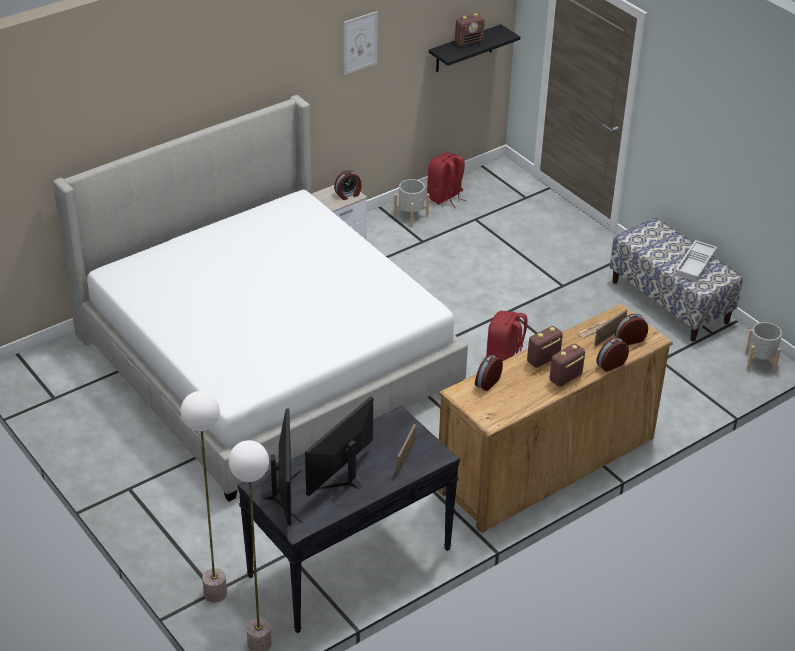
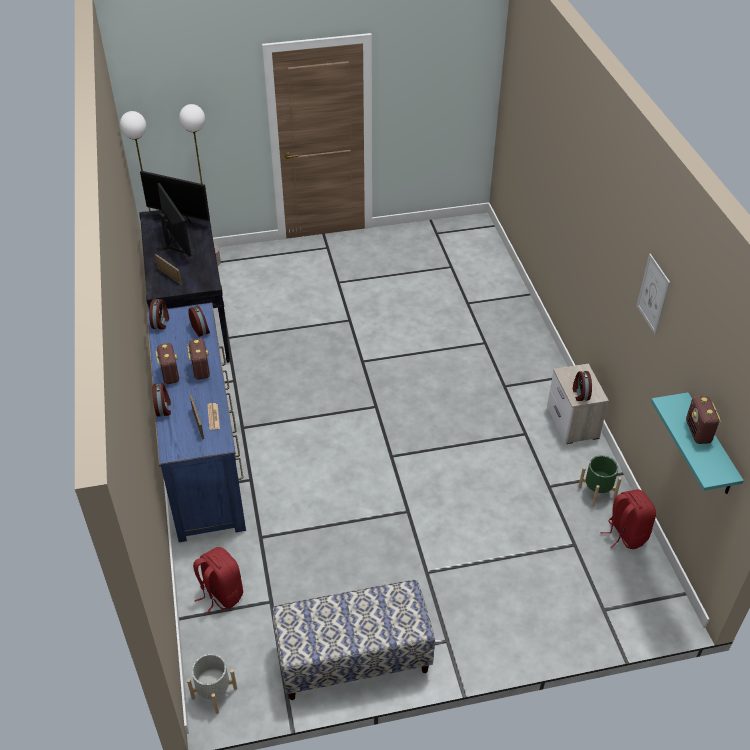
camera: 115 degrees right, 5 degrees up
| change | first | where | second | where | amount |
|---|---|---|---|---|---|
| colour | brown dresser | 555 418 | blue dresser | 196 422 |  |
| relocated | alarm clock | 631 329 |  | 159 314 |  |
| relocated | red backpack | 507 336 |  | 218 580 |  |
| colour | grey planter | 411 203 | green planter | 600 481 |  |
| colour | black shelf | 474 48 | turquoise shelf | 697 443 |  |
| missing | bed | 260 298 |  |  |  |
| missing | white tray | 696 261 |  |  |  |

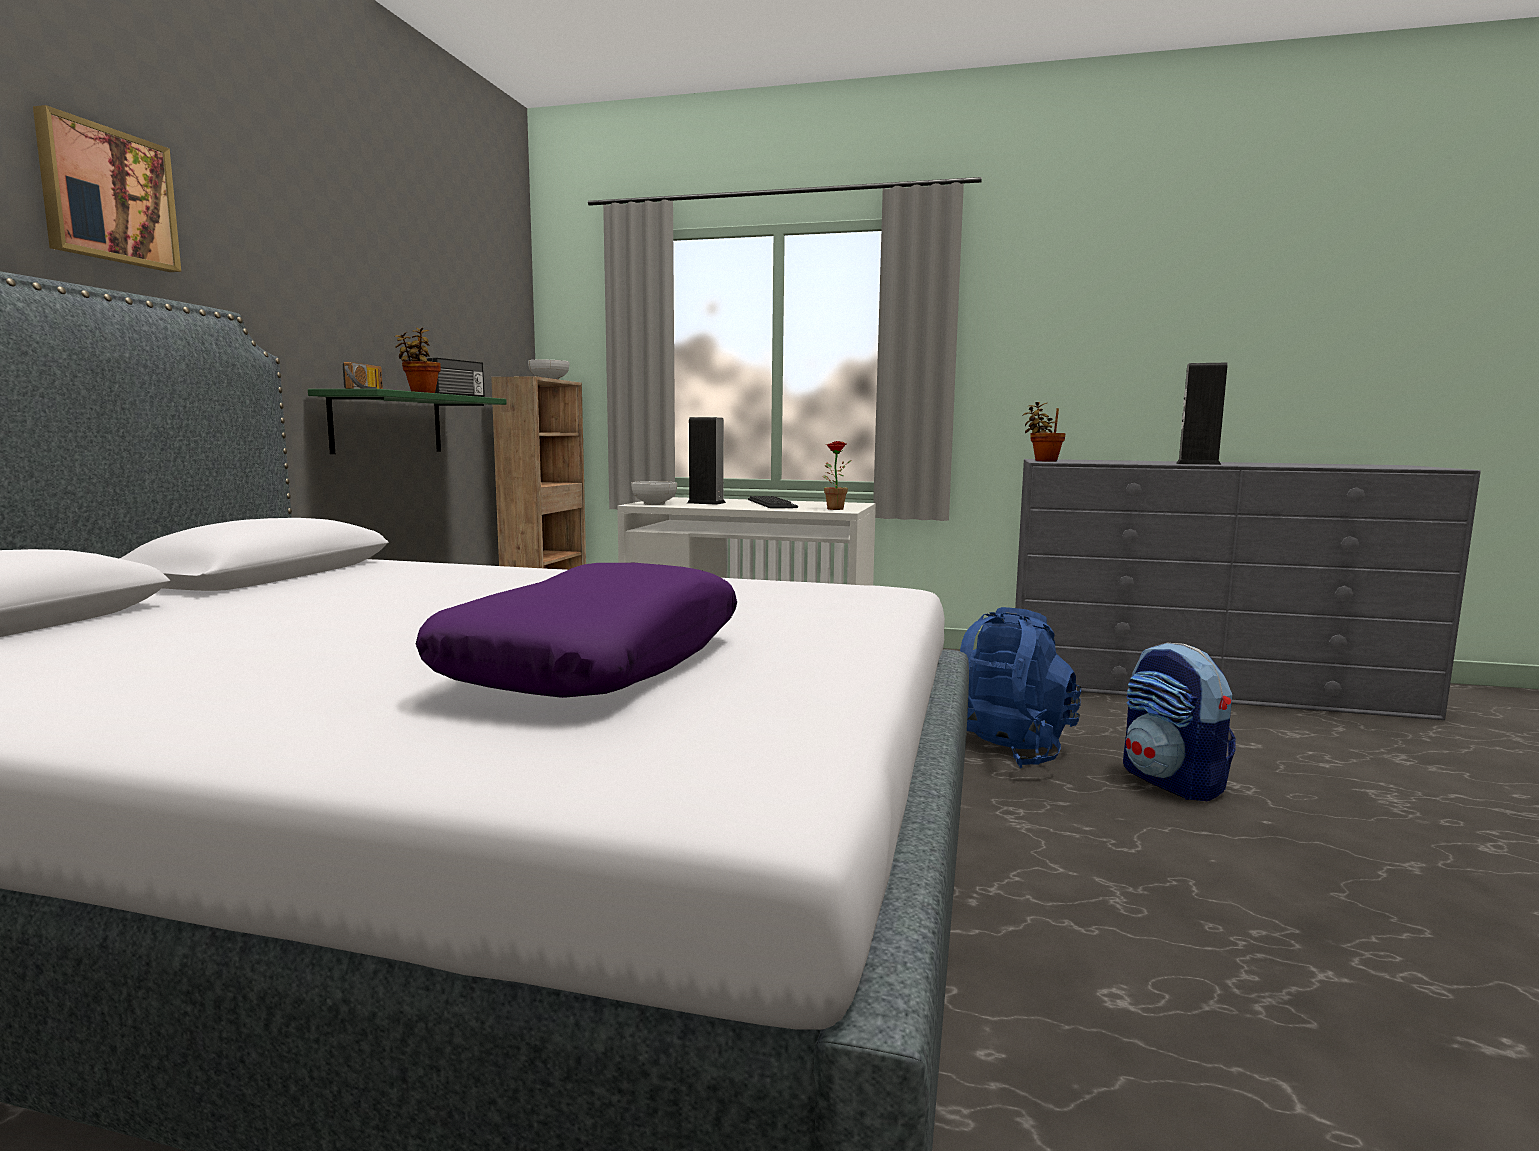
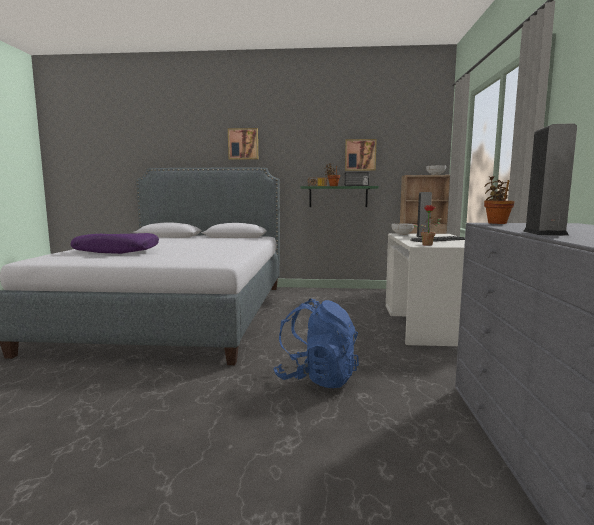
camera: 80 degrees right, 0 degrees up
| change | first | where | second | where | amount |
|---|---|---|---|---|---|
| appeared |  |  | picture | 361 155 |  |
| missing | backpack | 1179 722 |  |  |  |

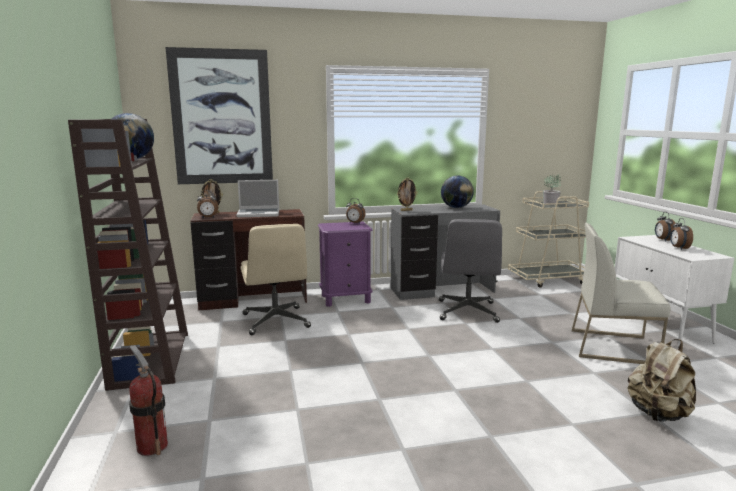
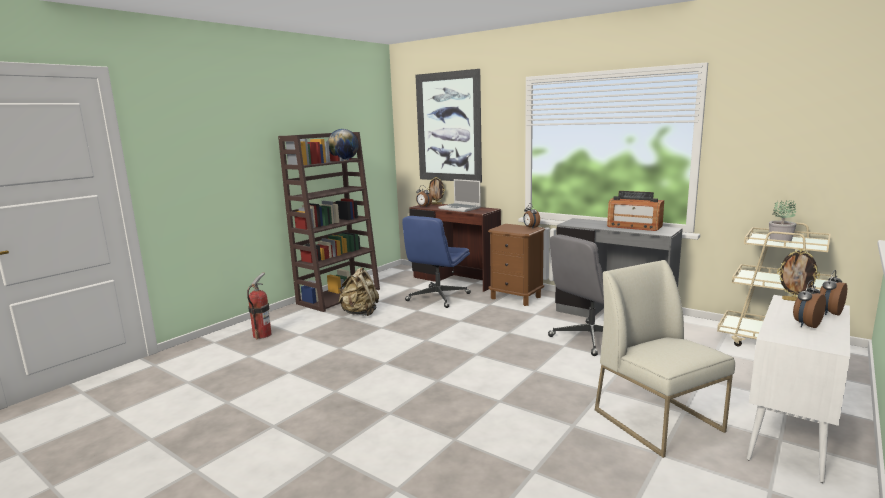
camera: 50 degrees right, 0 degrees up
| change | first | where | second | where | amount |
|---|---|---|---|---|---|
| relocated | beige backpack | 661 380 |  | 358 291 |  |
| colour | beige office chair | 276 279 | blue office chair | 436 262 |  |
| colour | purple nightstand | 345 264 | brown nightstand | 516 265 |  |
| exchanged | globe | 457 192 | radio | 635 211 |  |
| relocated | picture frame | 407 194 |  | 798 275 |  |

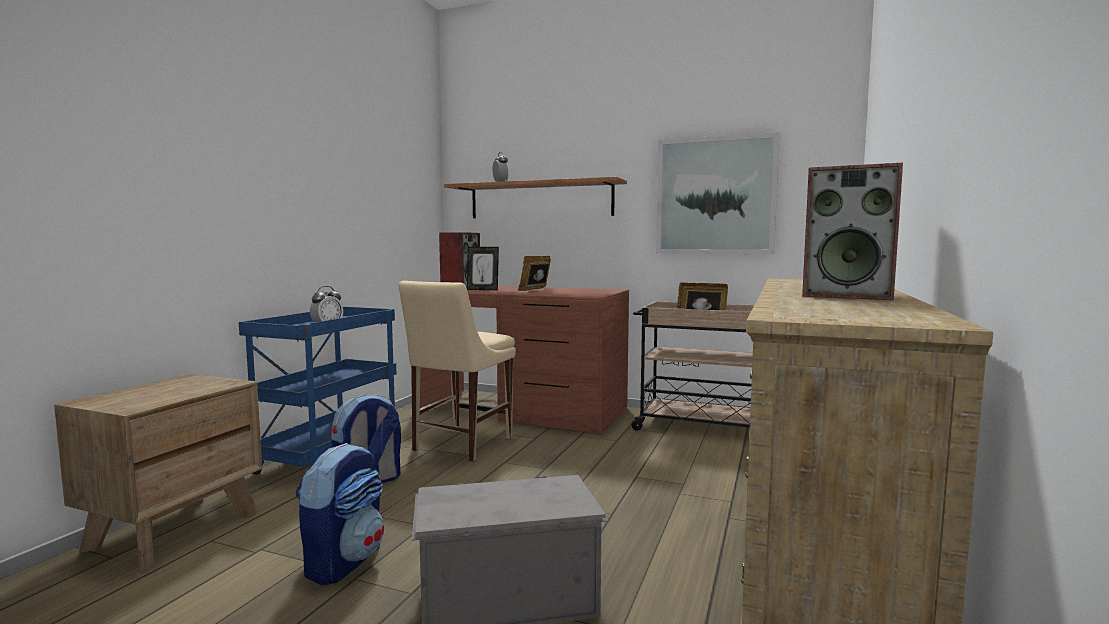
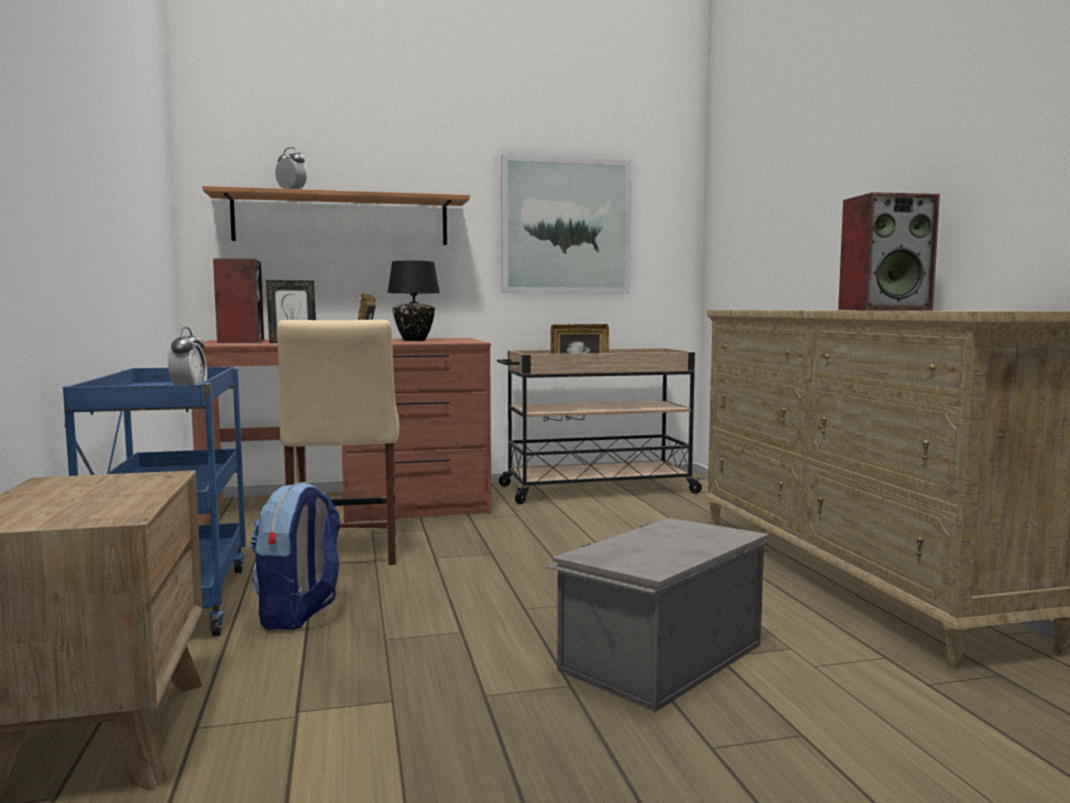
camera: 35 degrees left, 0 degrees up
| change | first | where | second | where | amount |
|---|---|---|---|---|---|
| appeared |  |  | black table lamp | 413 301 |  |
| missing | backpack | 340 514 |  |  |  |

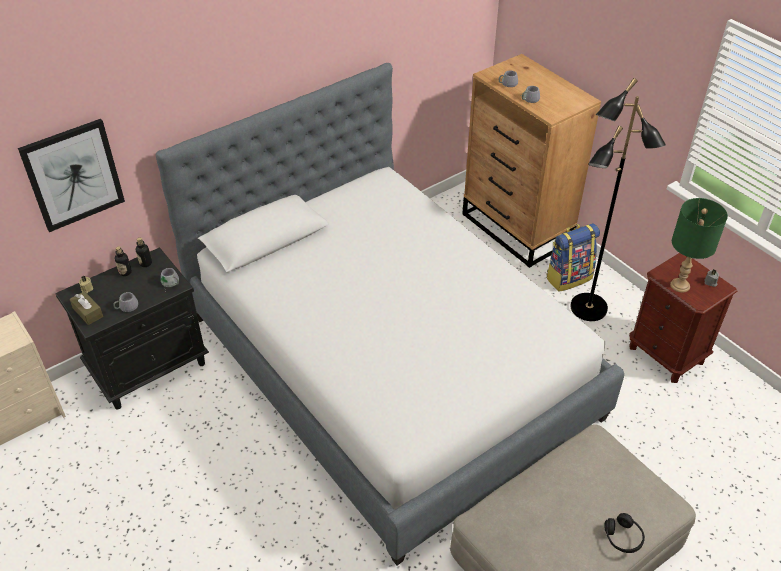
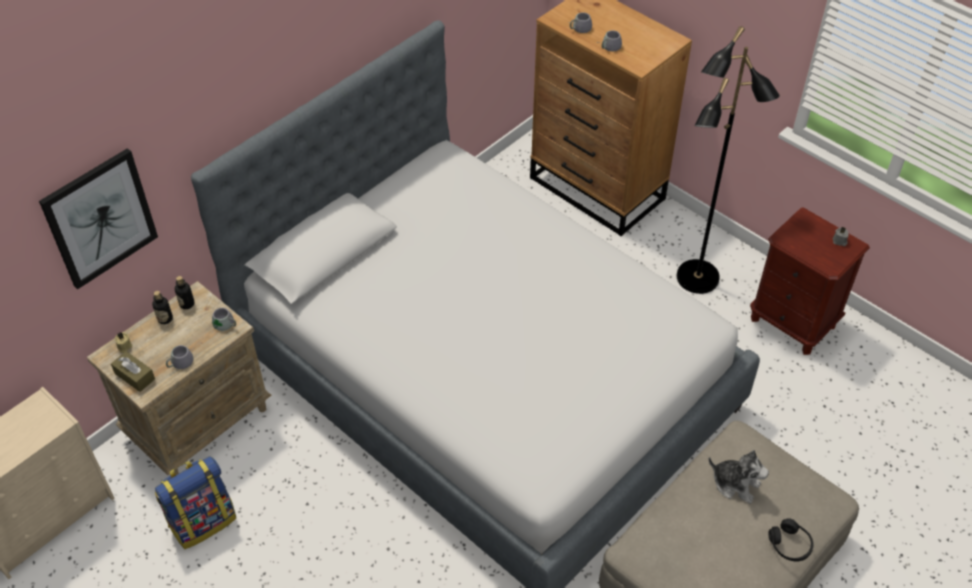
camera: 10 degrees left, 5 degrees up
| change | first | where | second | where | amount |
|---|---|---|---|---|---|
| colour | black nightstand | 132 329 | beige nightstand | 179 378 |  |
| relocated | backpack | 573 257 |  | 195 502 |  |
| appeared |  |  | plush toy | 739 477 |  |
| missing | green table lamp | 699 245 |  |  |  |

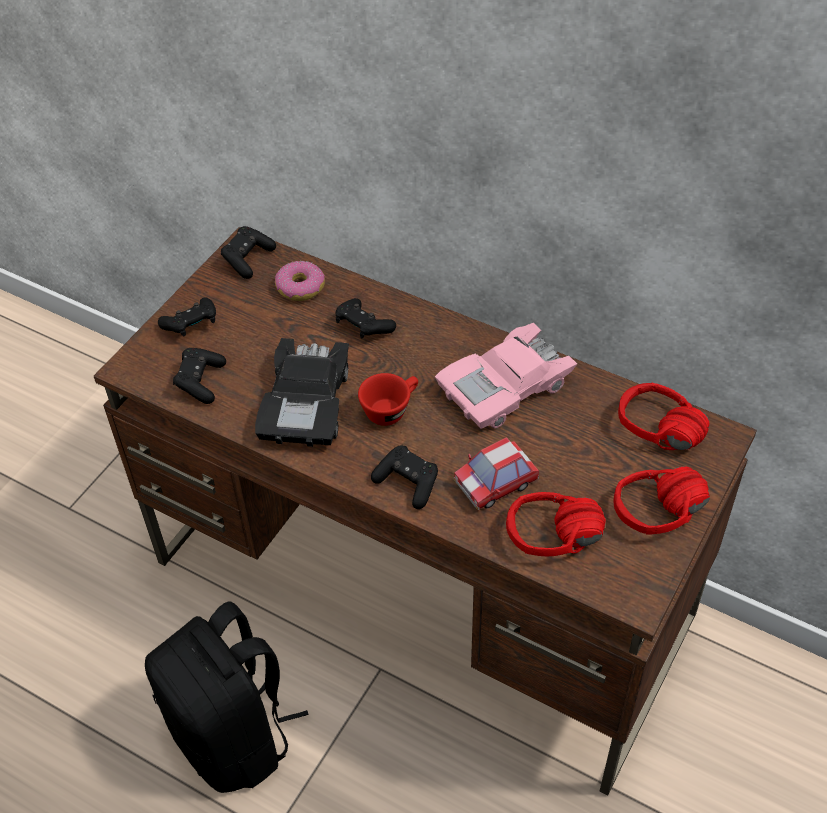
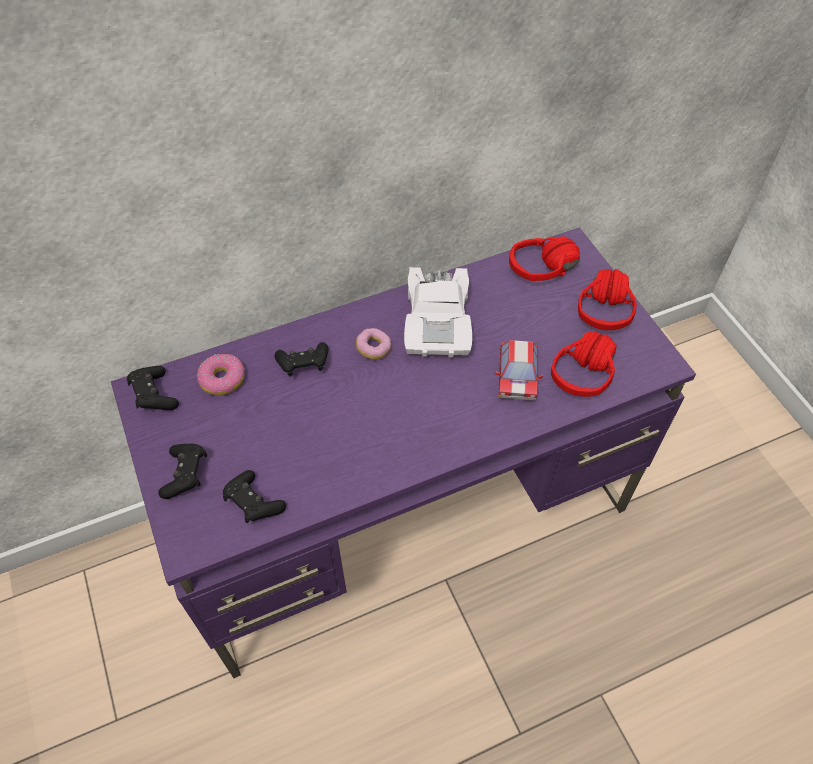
camera: 55 degrees left, 5 degrees up
| change | first | where | second | where | amount |
|---|---|---|---|---|---|
| colour | brown desk | 425 511 | purple desk | 403 452 |  |
| appeared |  |  | donut | 373 344 |  |
| colour | pink toy car | 506 376 | white toy car | 438 312 |  |
| missing | black backpack | 227 697 |  |  |  |
| missing | black toy car | 302 392 |  |  |  |
| missing | red cup | 388 399 |  |  |  |
| missing | black game controller | 404 477 |  |  |  |

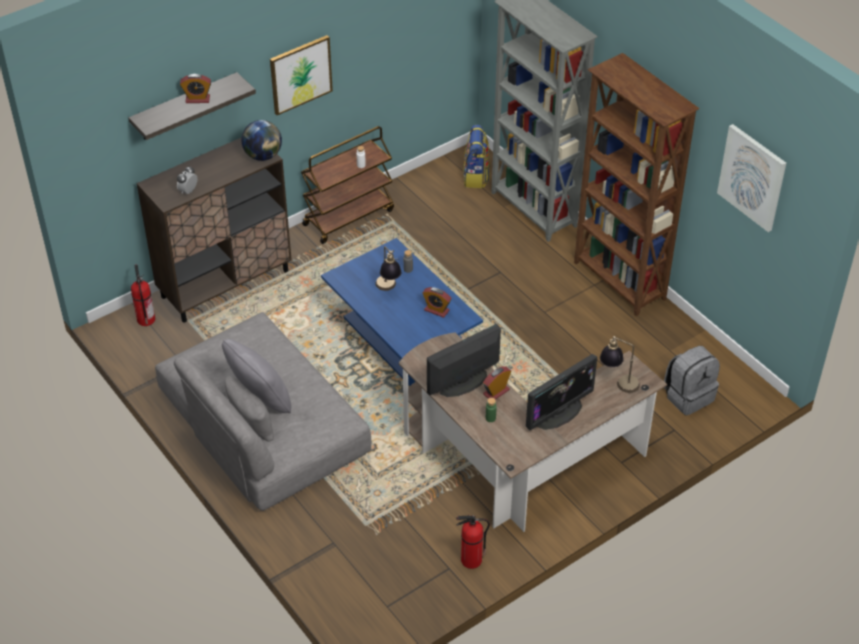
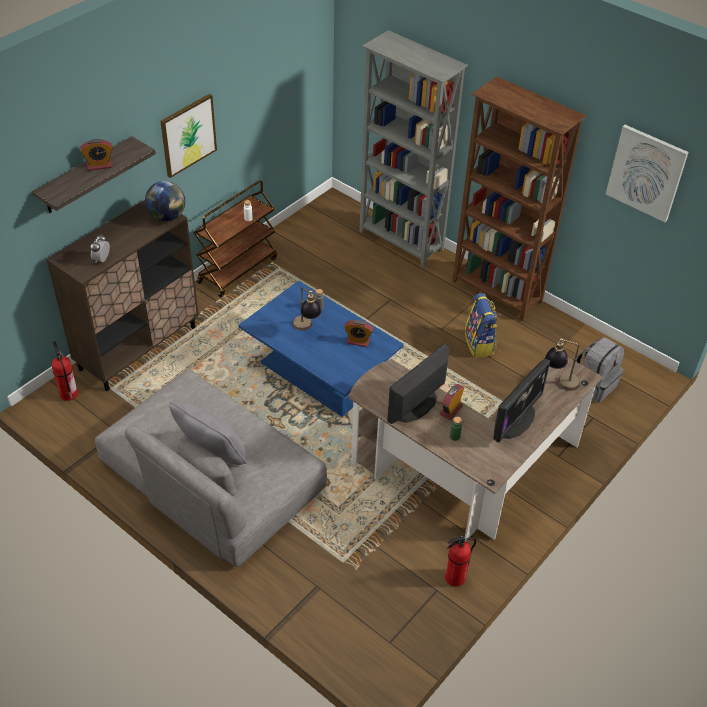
camera: 15 degrees left, 0 degrees up
| change | first | where | second | where | amount |
|---|---|---|---|---|---|
| relocated | backpack | 476 156 |  | 481 325 |  |

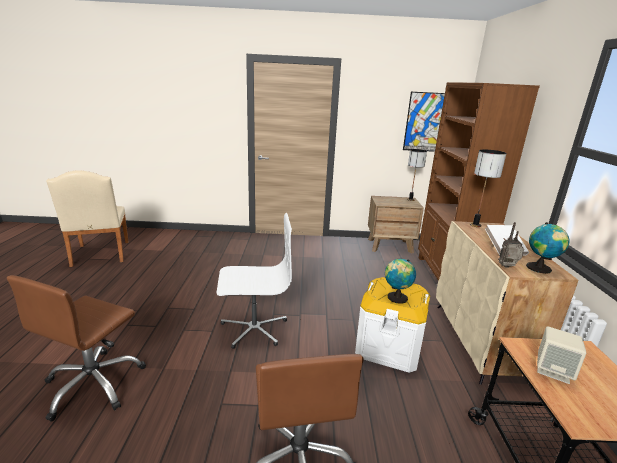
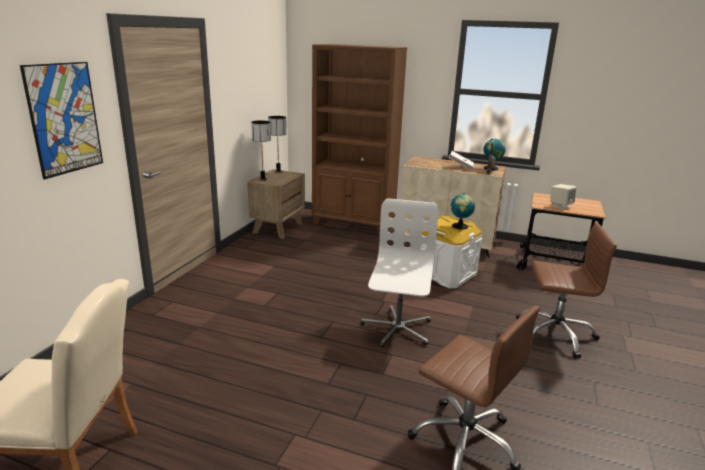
camera: 70 degrees left, 0 degrees up
| change | first | where | second | where | amount |
|---|---|---|---|---|---|
| relocated | picture | 424 122 |  | 61 120 |  |
| relocated | table lamp | 488 188 |  | 261 150 |  |

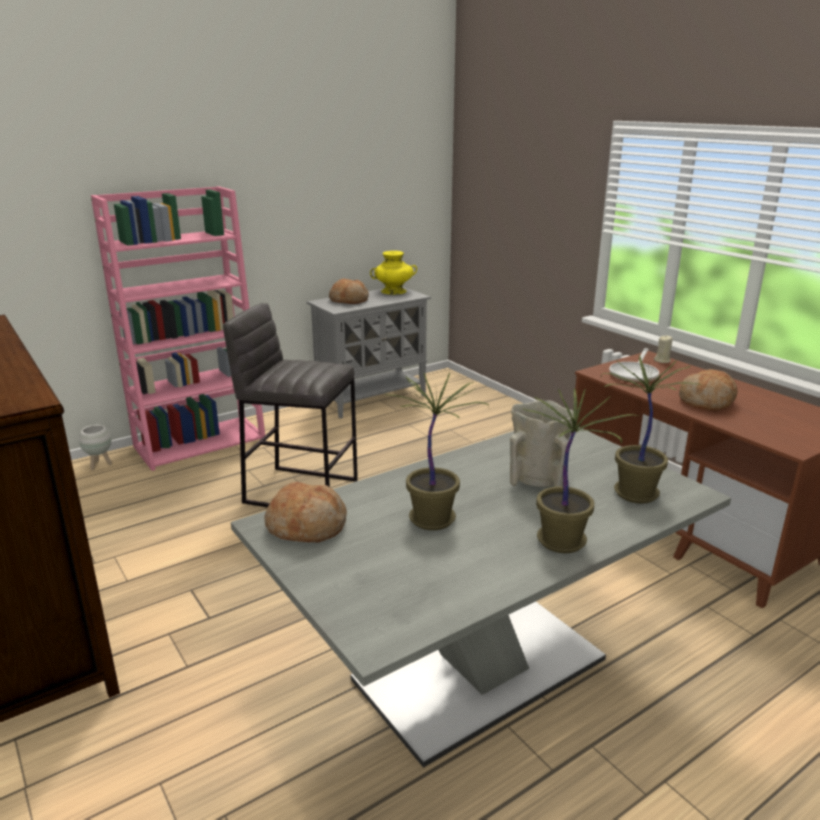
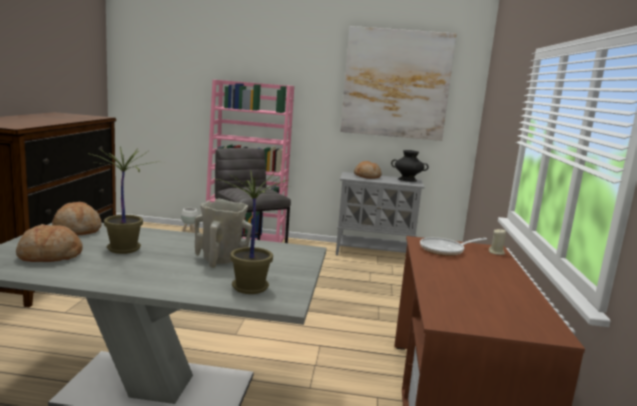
camera: 40 degrees right, 10 degrees down
| change | first | where | second | where | amount |
|---|---|---|---|---|---|
| relocated | bread | 708 390 |  | 49 243 |  |
| appeared |  |  | picture | 398 83 |  |
| colour | yellow vase | 393 273 | black vase | 410 166 |  |
| missing | potted plant | 581 470 |  |  |  |

